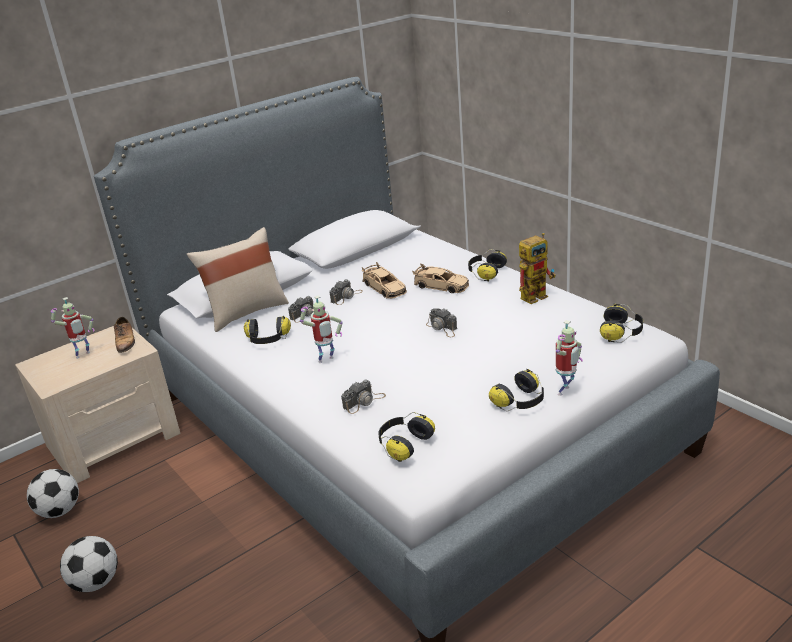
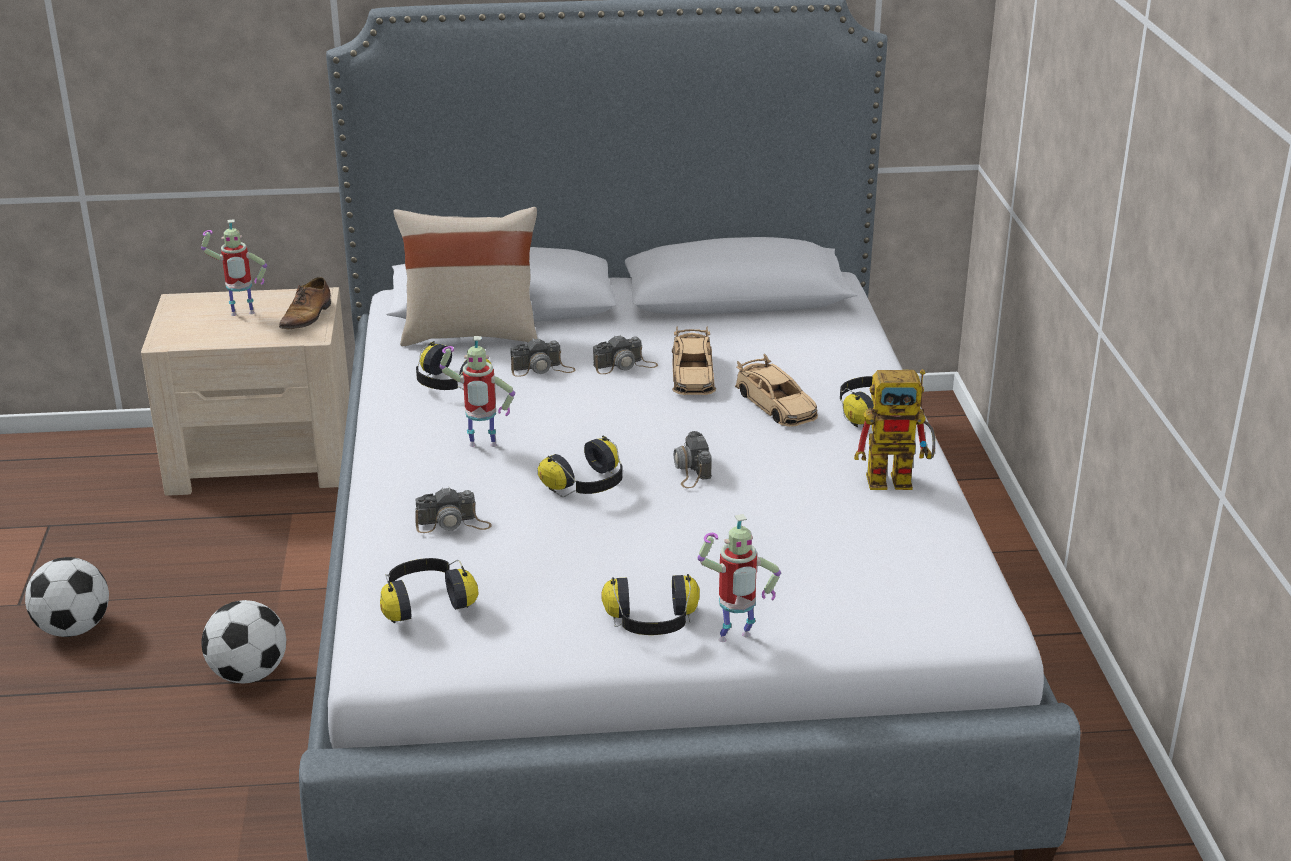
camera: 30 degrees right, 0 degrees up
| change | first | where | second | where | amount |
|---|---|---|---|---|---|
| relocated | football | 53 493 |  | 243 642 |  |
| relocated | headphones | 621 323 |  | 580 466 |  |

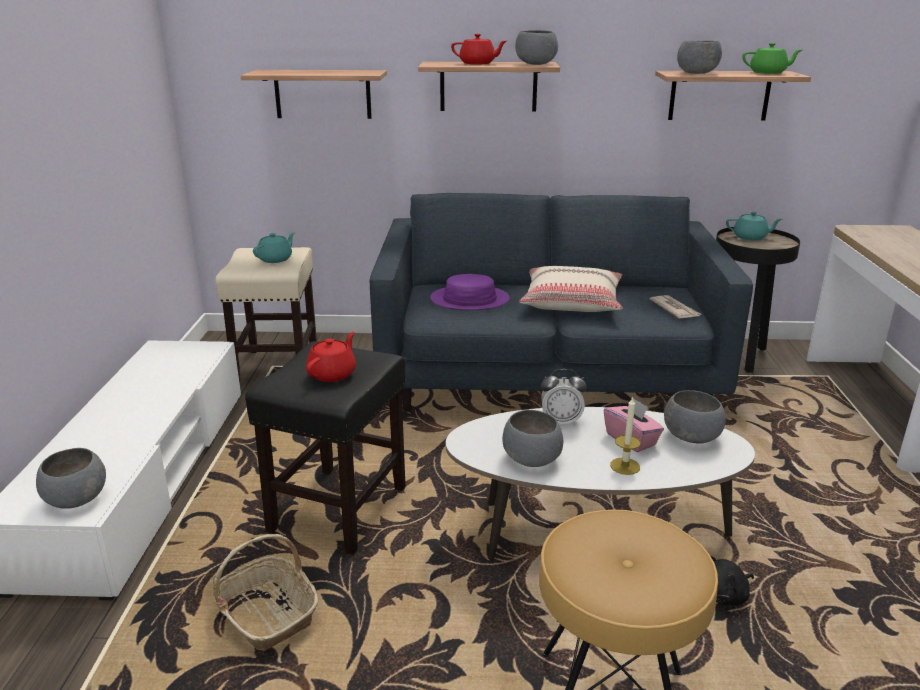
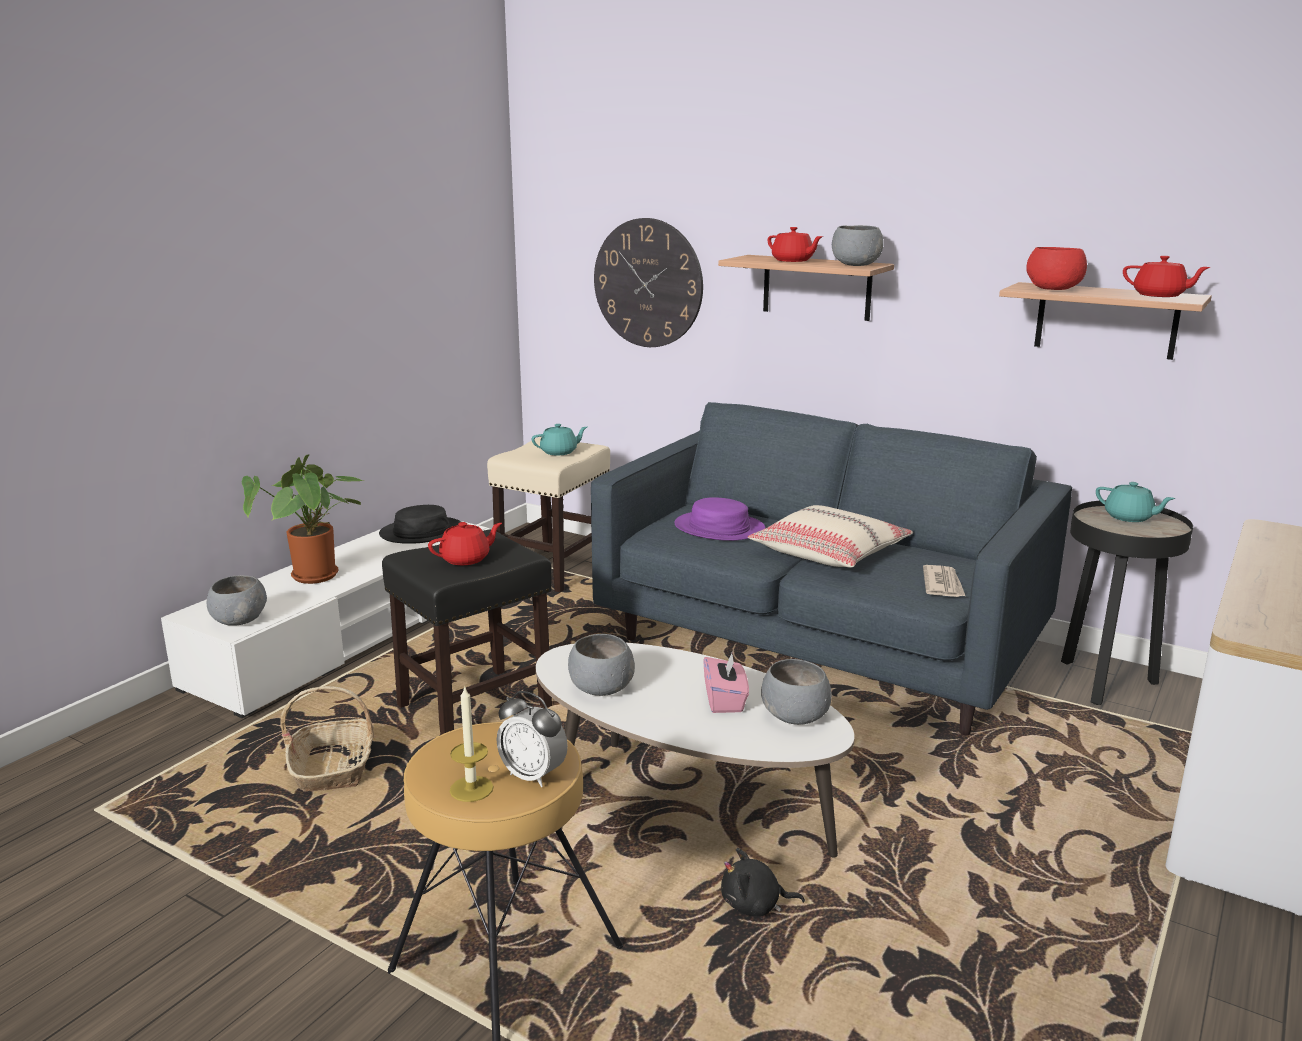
camera: 30 degrees right, 5 degrees down
| change | first | where | second | where | amount |
|---|---|---|---|---|---|
| appeared |  |  | potted plant | 302 519 |  |
| appeared |  |  | black hat | 420 524 |  |
| relocated | candle | 625 435 |  | 472 743 |  |
| relocated | alarm clock | 564 397 |  | 532 739 |  |
| exchanged | shelf | 314 94 | wall clock | 648 282 |  |
| colour | grey bowl | 699 57 | red bowl | 1056 268 |  |
| colour | green teapot | 772 58 | red teapot | 1166 276 |  |

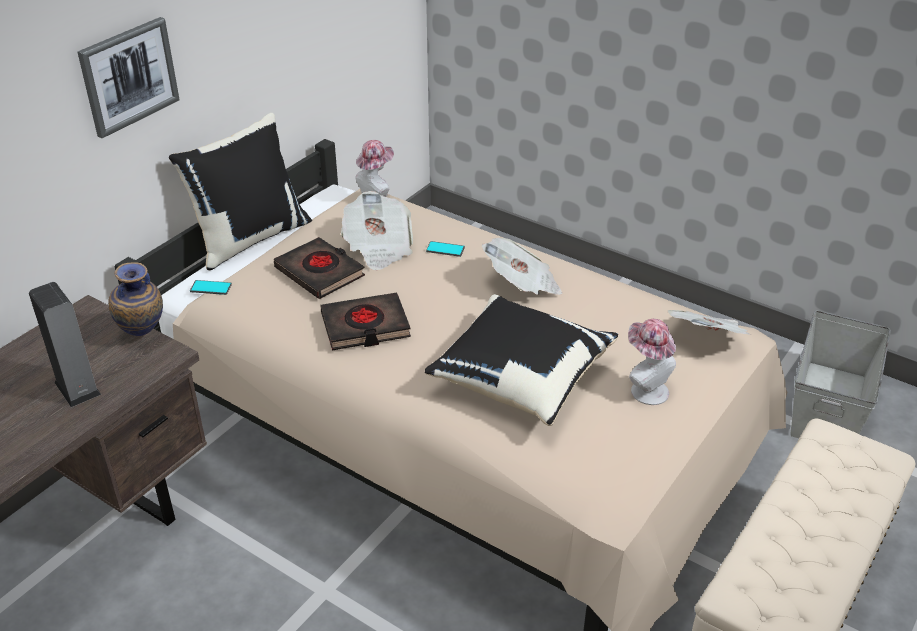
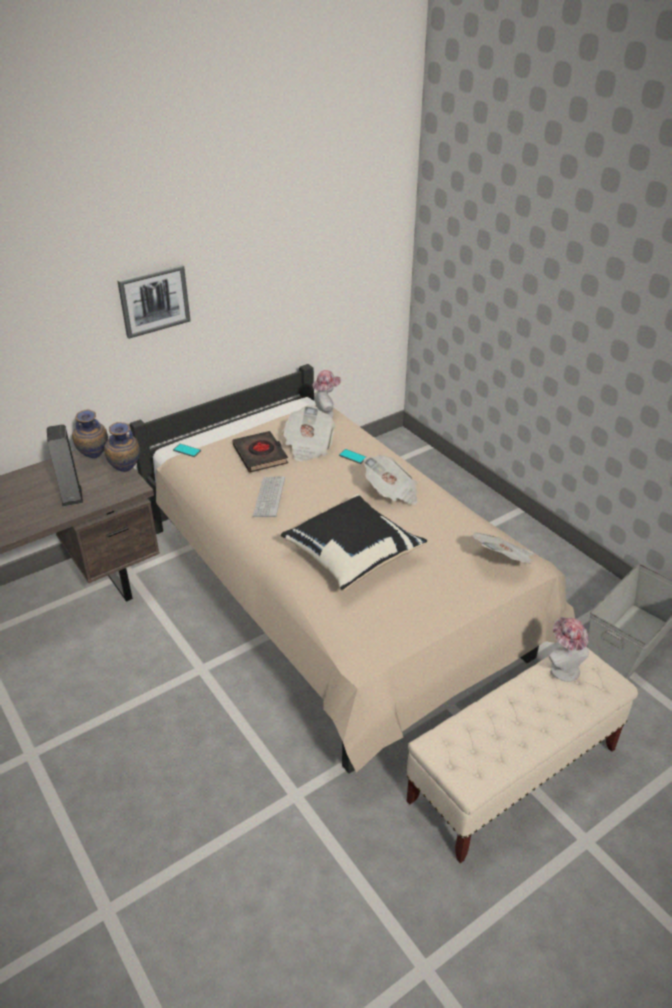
camera: 20 degrees right, 0 degrees up
| change | first | where | second | where | amount |
|---|---|---|---|---|---|
| appeared |  |  | vase | 90 433 |  |
| exchanged | black book | 365 321 | keyboard | 269 496 |  |
| relocated | hat | 652 362 |  | 569 649 |  |
| missing | black pillow | 240 191 |  |  |  |

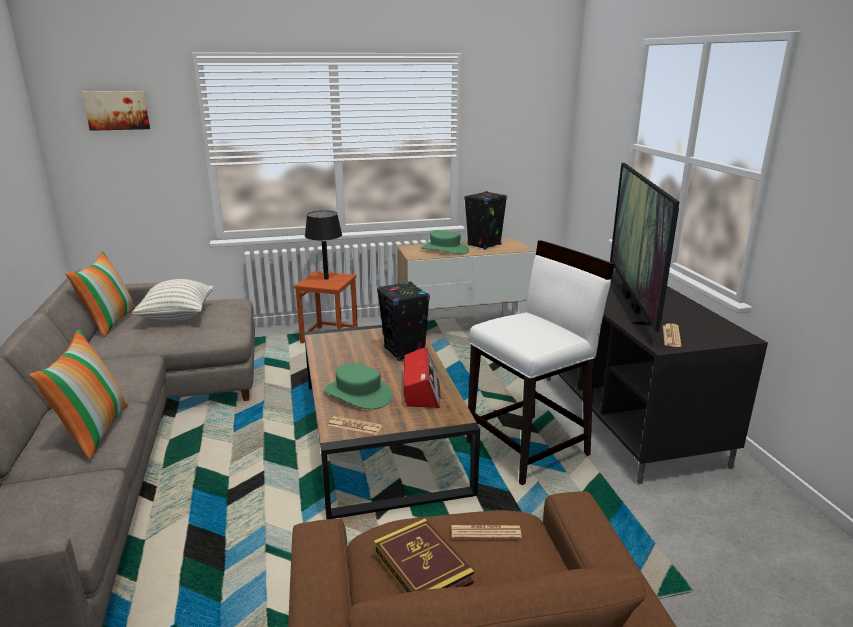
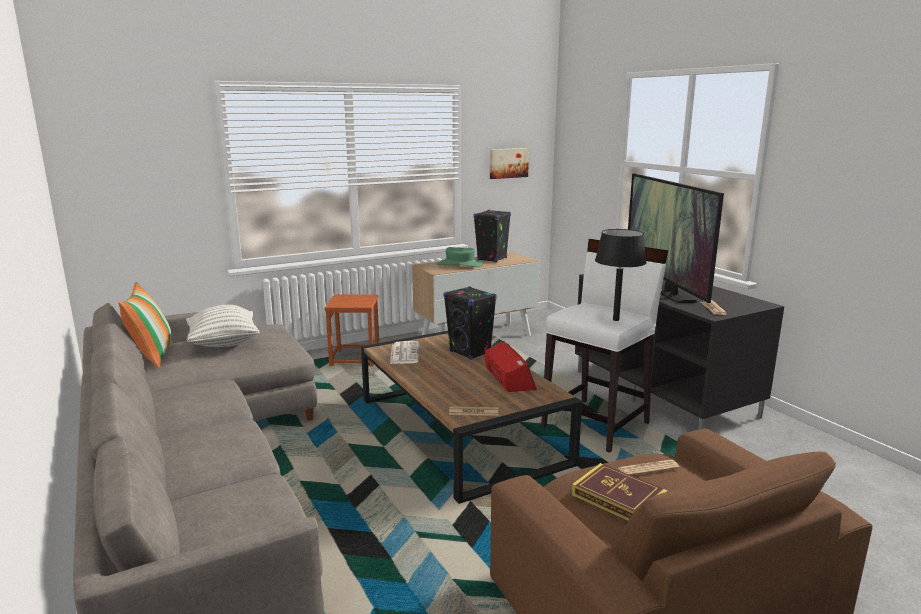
camera: 15 degrees left, 5 degrees down
| change | first | where | second | where | amount |
|---|---|---|---|---|---|
| appeared |  |  | newspaper | 404 352 |  |
| relocated | picture | 116 111 |  | 509 163 |  |
| relocated | black table lamp | 323 245 |  | 620 275 |  |
| missing | pillow | 79 394 |  |  |  |
| missing | green hat | 358 386 |  |  |  |

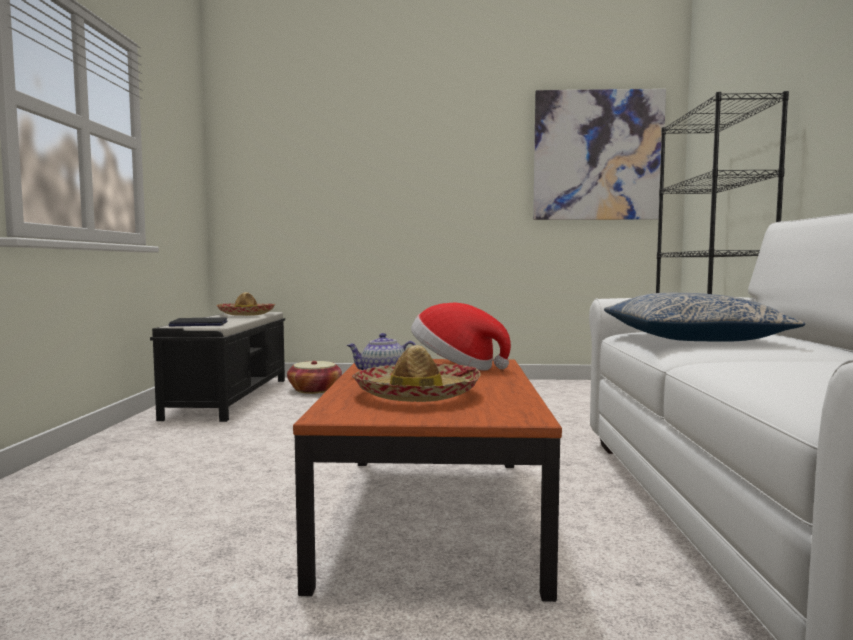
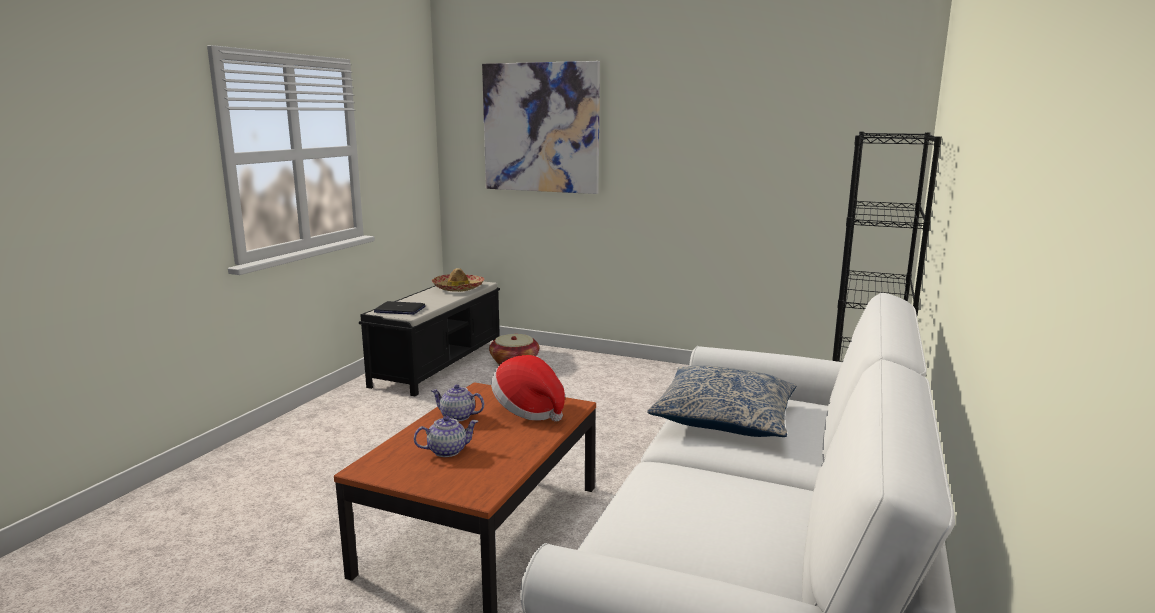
camera: 20 degrees right, 10 degrees up
| change | first | where | second | where | amount |
|---|---|---|---|---|---|
| exchanged | hat | 416 373 | teapot | 446 436 |  |
| relocated | picture | 599 154 |  | 541 127 |  |

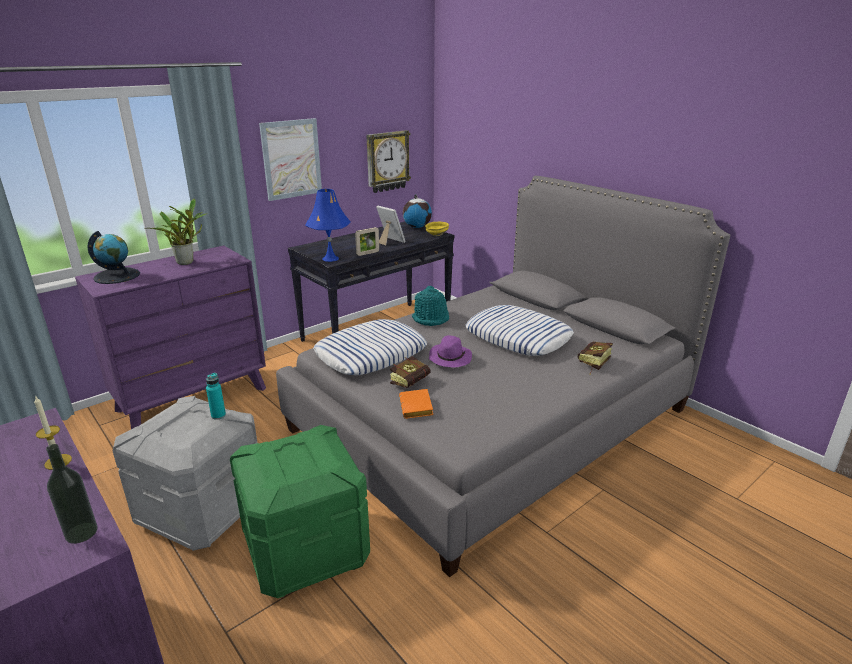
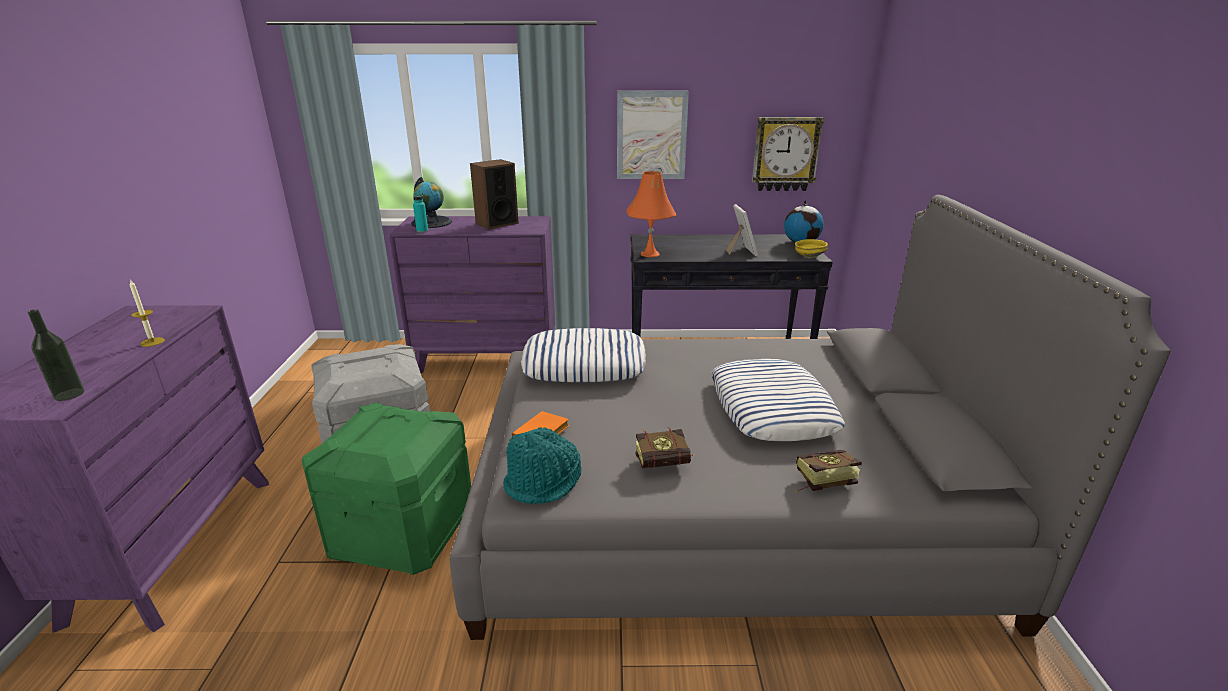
camera: 40 degrees right, 0 degrees up
| change | first | where | second | where | amount |
|---|---|---|---|---|---|
| relocated | turquoise bottle | 216 396 |  | 420 212 |  |
| exchanged | potted plant | 176 232 | speaker | 494 194 |  |
| relocated | turquoise hat | 430 306 |  | 542 465 |  |
| colour | blue table lamp | 328 225 | orange table lamp | 651 214 |  |
| relocated | book | 410 372 |  | 665 447 |  |
| missing | picture frame | 367 241 |  |  |  |
| missing | purple hat | 450 351 |  |  |  |

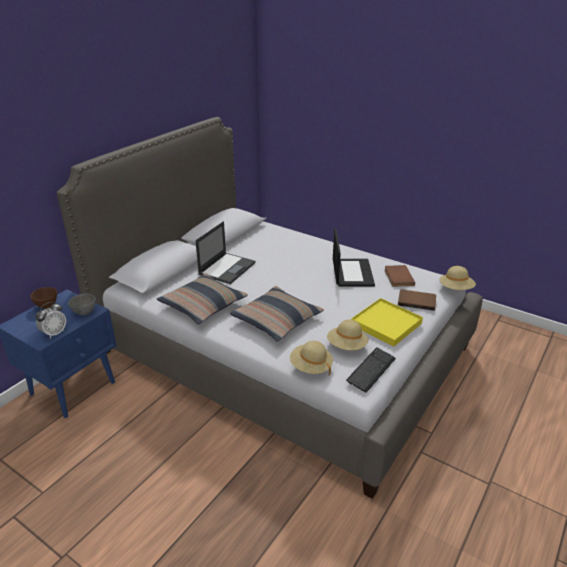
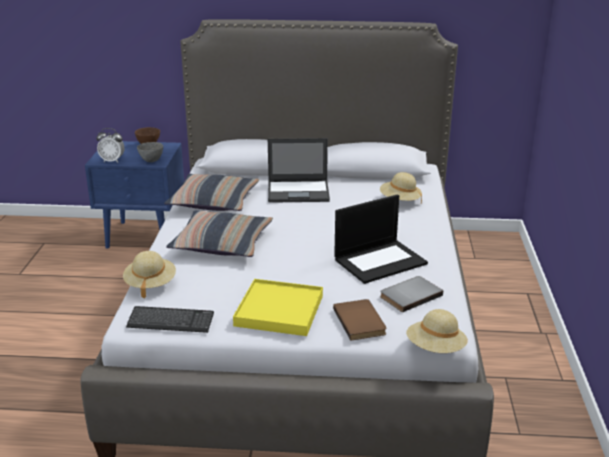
camera: 60 degrees right, 5 degrees down
| change | first | where | second | where | amount |
|---|---|---|---|---|---|
| relocated | beige hat | 348 335 |  | 401 188 |  |
| colour | brown book | 399 276 | grey book | 411 294 |  |

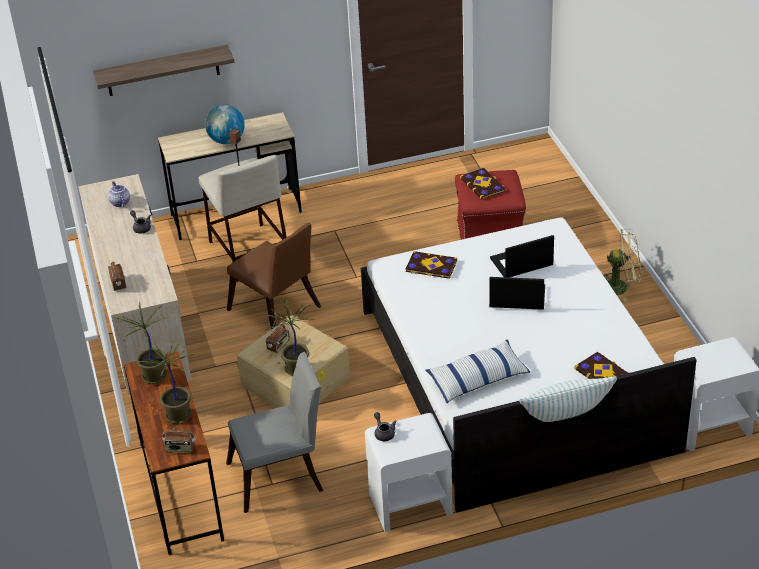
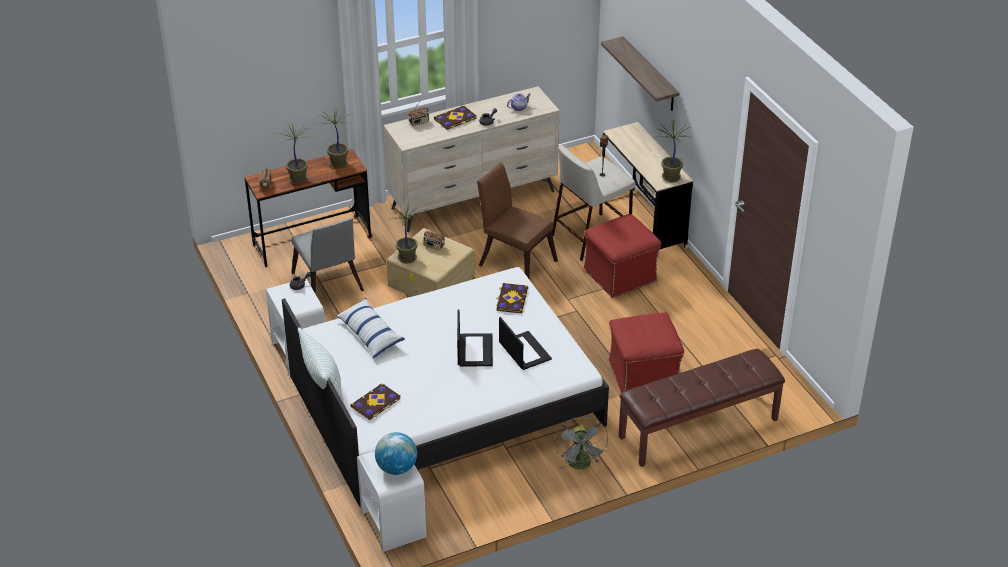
camera: 80 degrees right, 0 degrees up
| change | first | where | second | where | amount |
|---|---|---|---|---|---|
| relocated | globe | 225 124 |  | 396 453 |  |
| relocated | book | 482 184 |  | 455 117 |  |
| spun | brown chair | 274 276 |  | 517 220 | 90 degrees clockwise |
| colour | green fan | 622 265 | grey fan | 581 443 |  |
| appeared |  |  | red ottoman | 623 256 |  |
| appeared |  |  | brown bench | 702 408 |  |
| appeared |  |  | potted plant | 673 151 |  |

